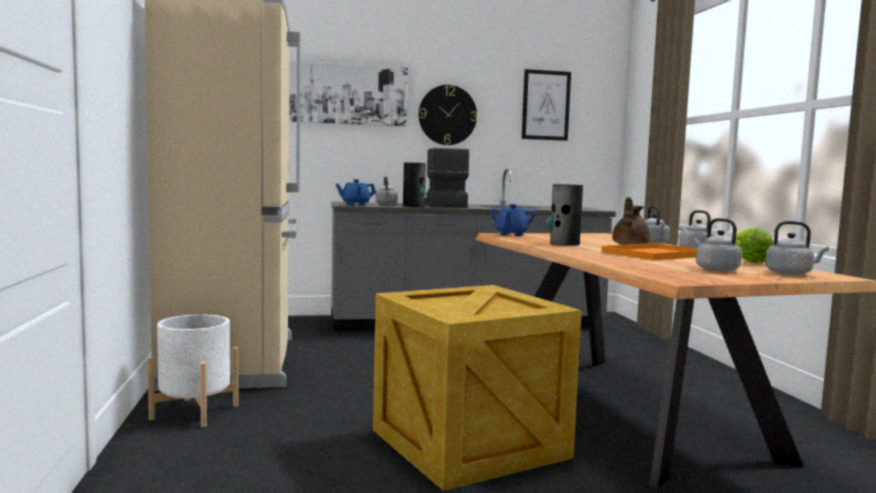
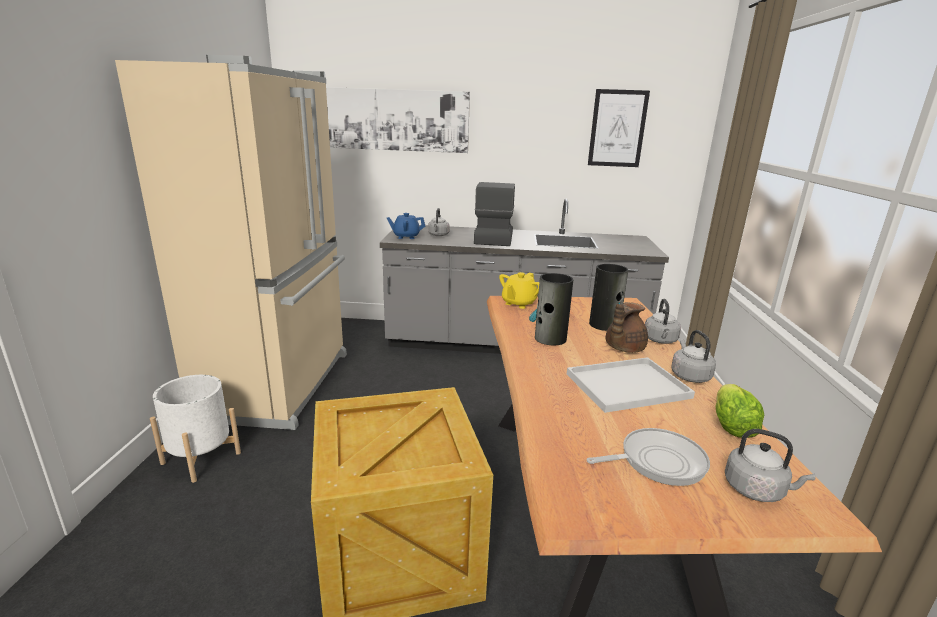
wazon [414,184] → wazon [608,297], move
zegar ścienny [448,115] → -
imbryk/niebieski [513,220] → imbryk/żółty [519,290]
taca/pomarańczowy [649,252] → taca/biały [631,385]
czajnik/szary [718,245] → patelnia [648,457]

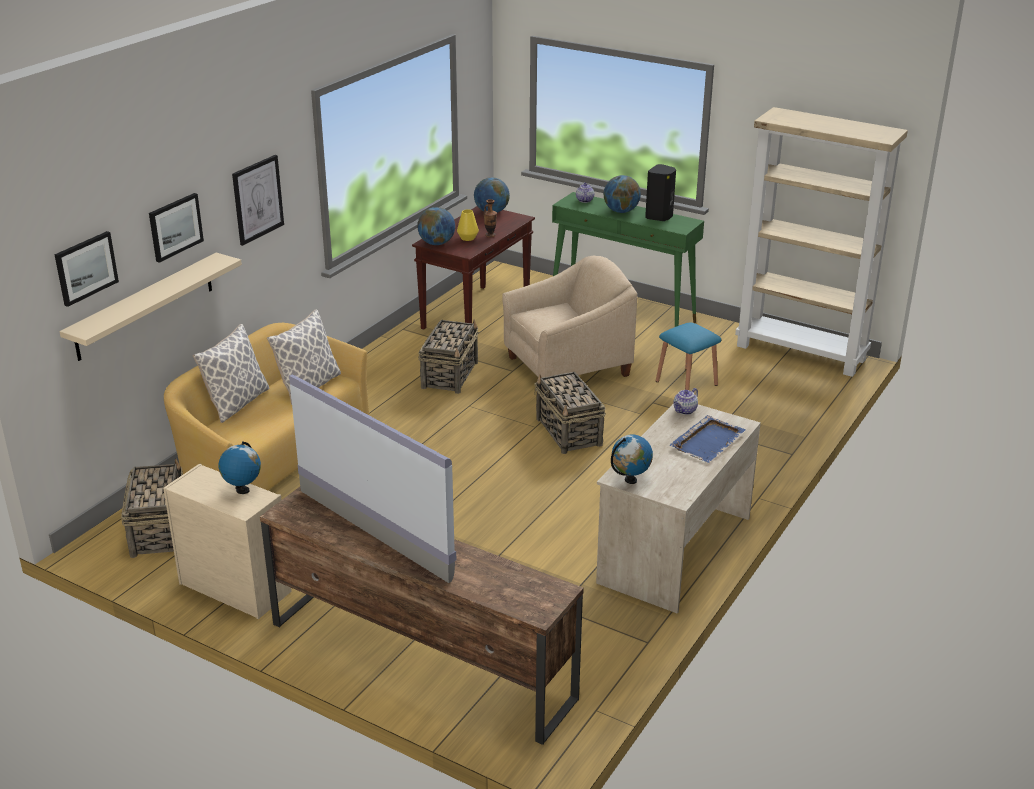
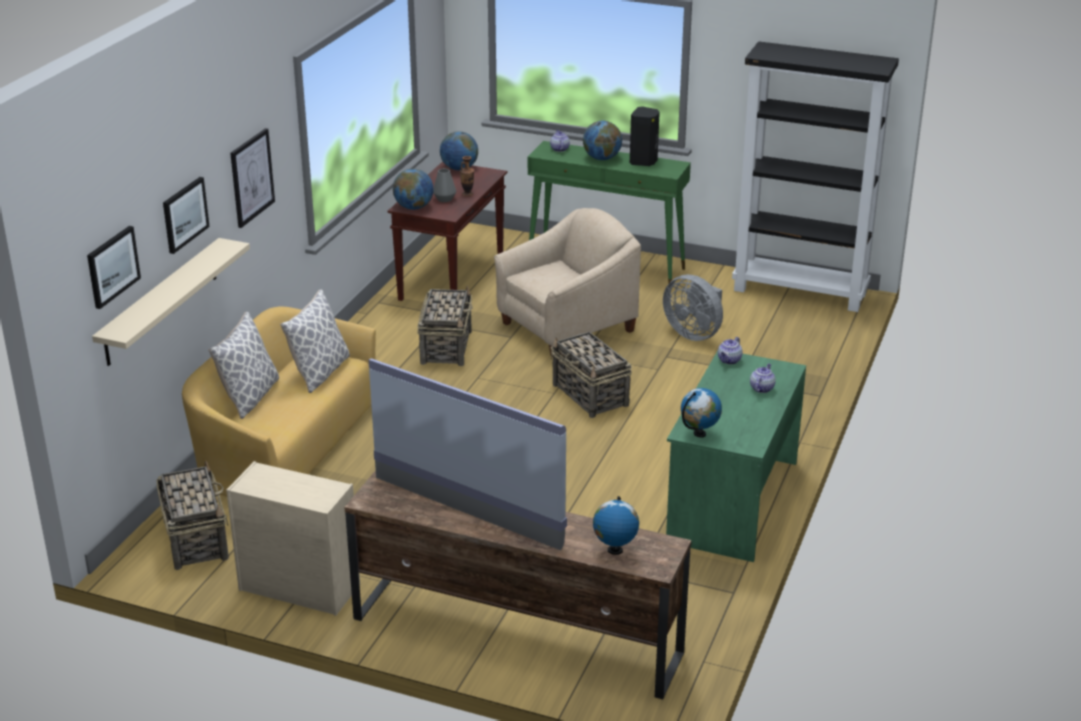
globus [239,467] → globus [616,525], move
wazon/żółty [468,225] → wazon/szary [444,185]
biurko/beżowy [678,508] → biurko/zielony [736,456]
stołek/niebieski [688,356] → wentylator/szary [693,308]
taca/niebieski [707,439] → imbryk [763,378]
regał/beżowy [821,242] → regał/czarny [815,176]

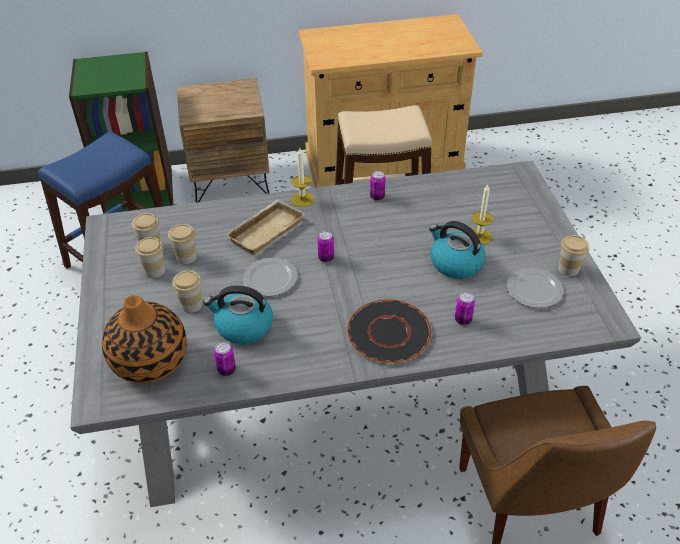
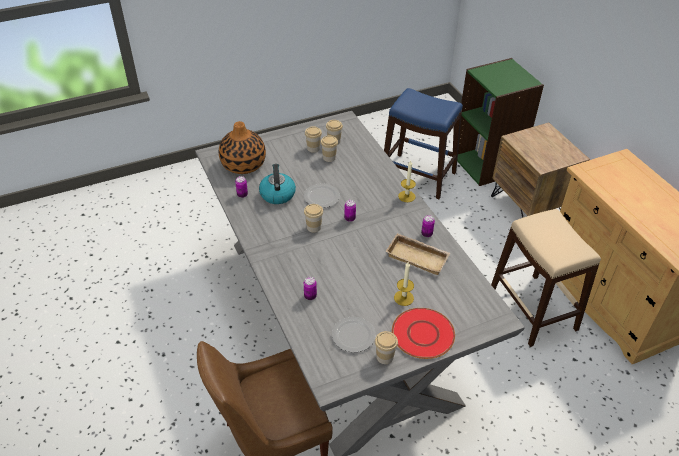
filiżanka [187,291] → filiżanka [313,218], move
taca/beżowy [264,227] → taca/beżowy [418,254], move
talerz/czarny [389,331] → -
czajnik [457,250] → -
- → talerz/czerwony [423,333]

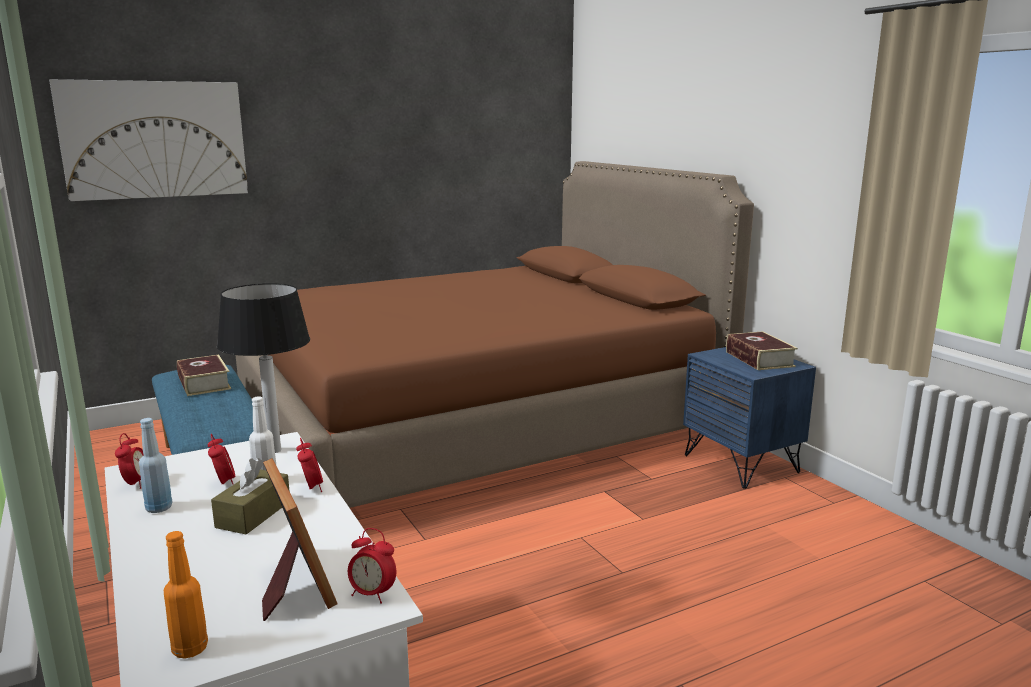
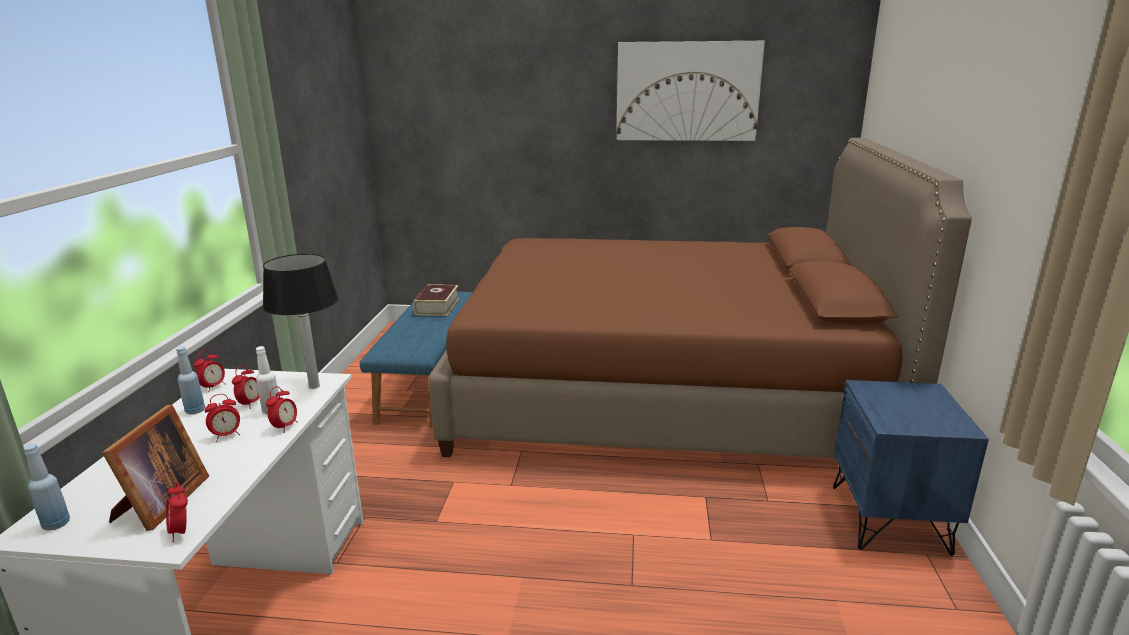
obraz [148,140] → obraz [690,91], move
butelka/pomarańczowy [186,594] → butelka/niebieski [46,487]
pudełko chusteczek/brązowy [250,496] → budzik [222,418]
książka [762,350] → -

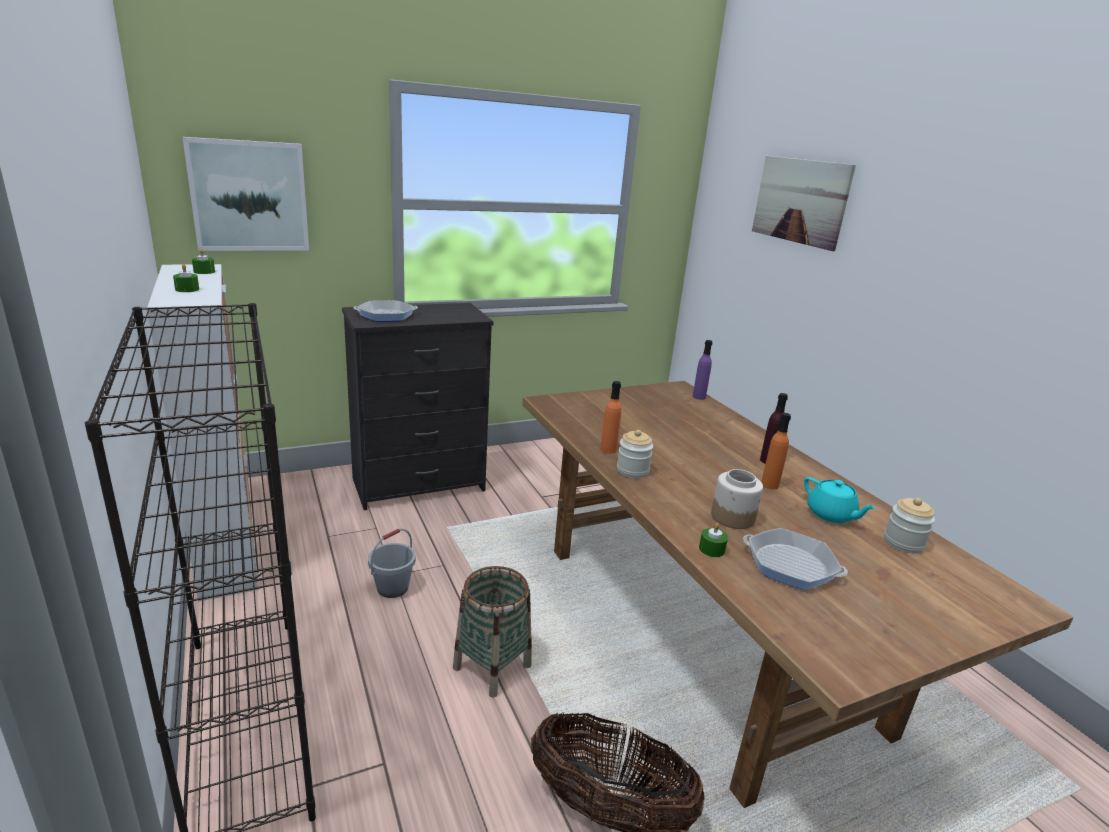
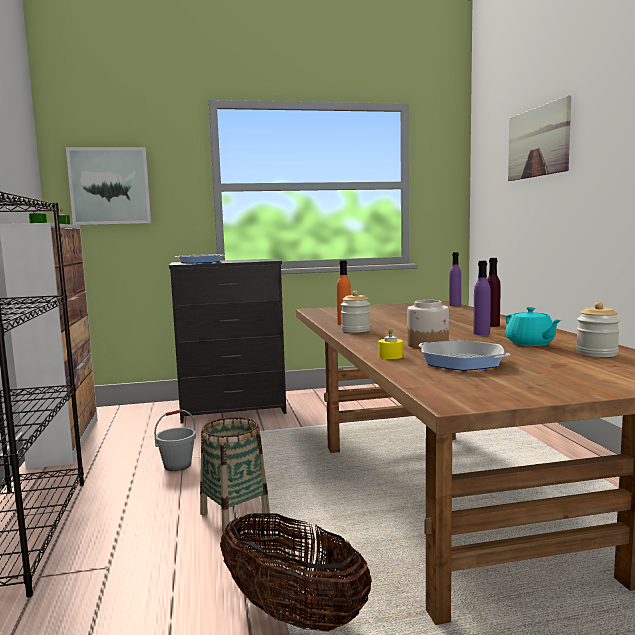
świeca/zielony [713,540] → świeca/żółty [391,343]
butelka/pomarańczowy [776,451] → butelka/fioletowy [482,298]

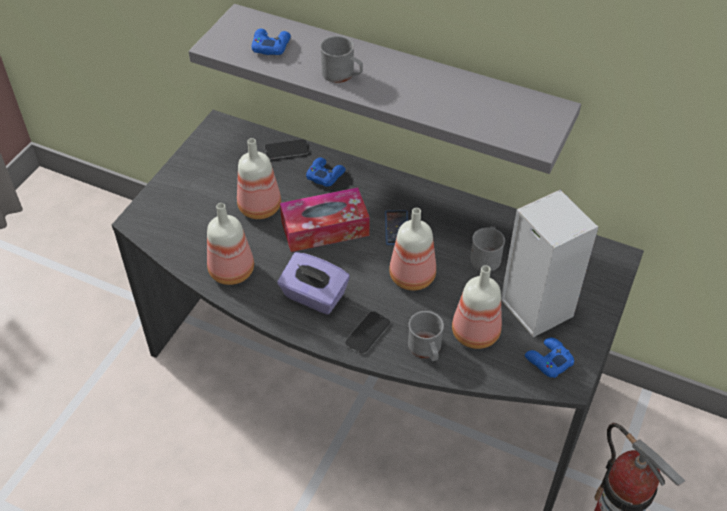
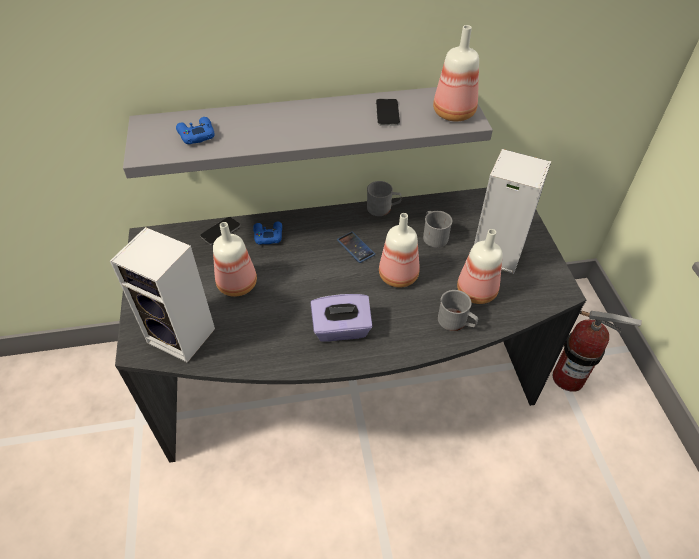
butelka [230,244] → butelka [456,73], move
pudełko chusteczek [325,219] → -
kubek/szary [341,59] → kubek/szary [384,198], move
telefon [368,332] → telefon [388,112], move
pad do gier/niebieski [549,358] → -
- → głośnik [162,295]

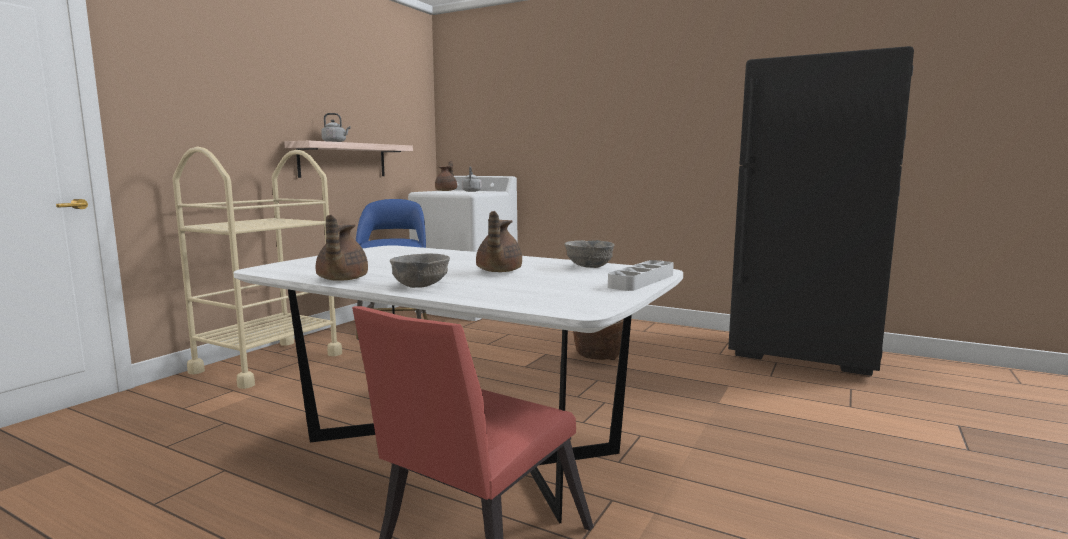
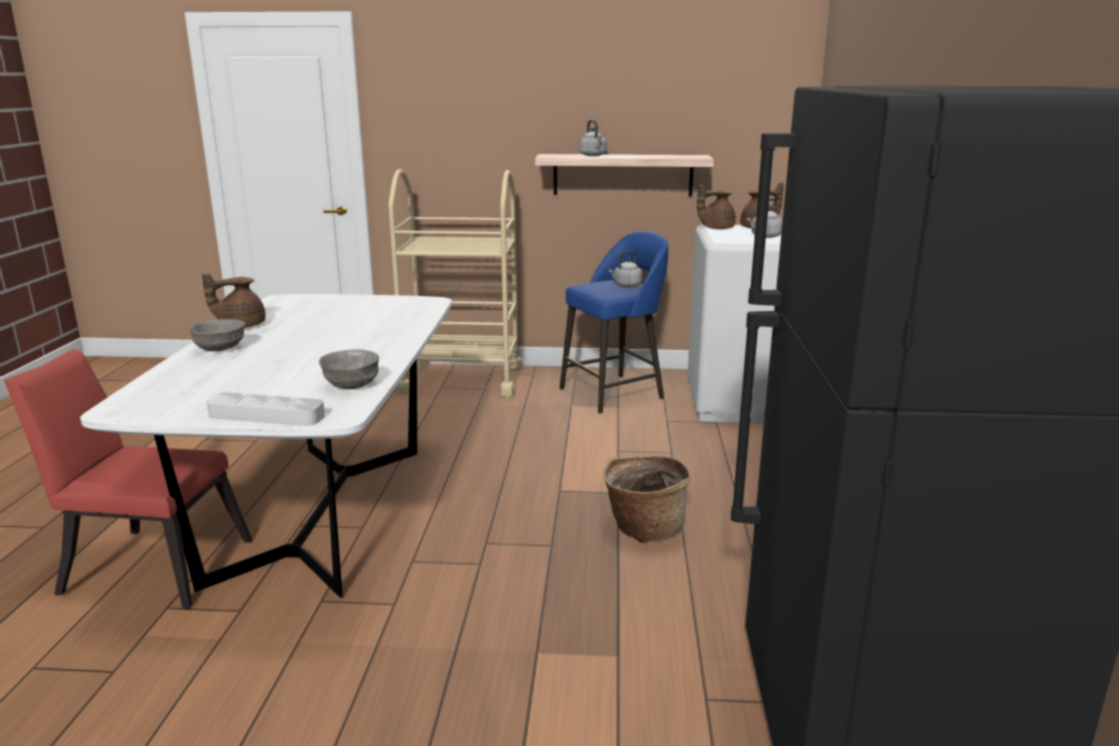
imbryk/brązowy [499,241] → imbryk/brązowy [716,206], move
- → czajnik/szary [625,268]

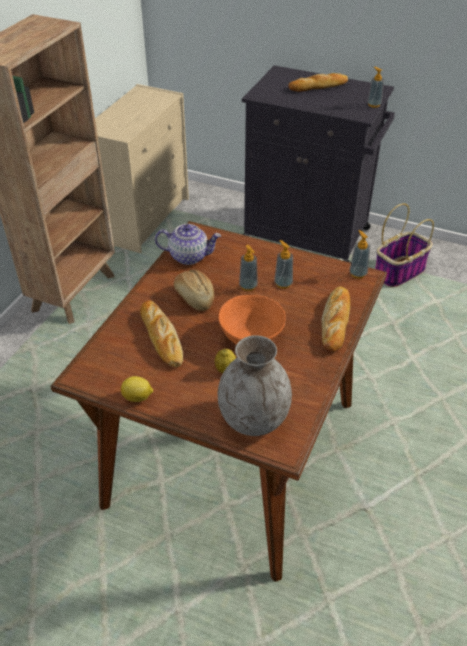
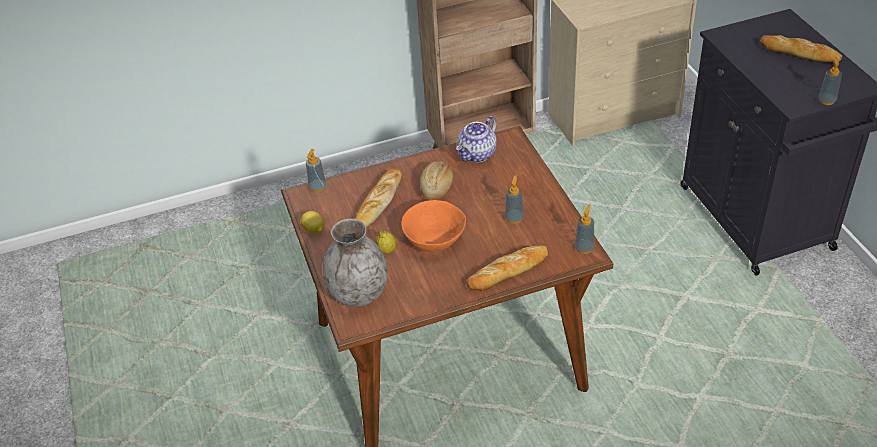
imbryk [188,244] → imbryk [476,139], 75 degrees clockwise
dozownik mydła [248,268] → dozownik mydła [316,170], move
koszyk [404,245] → -

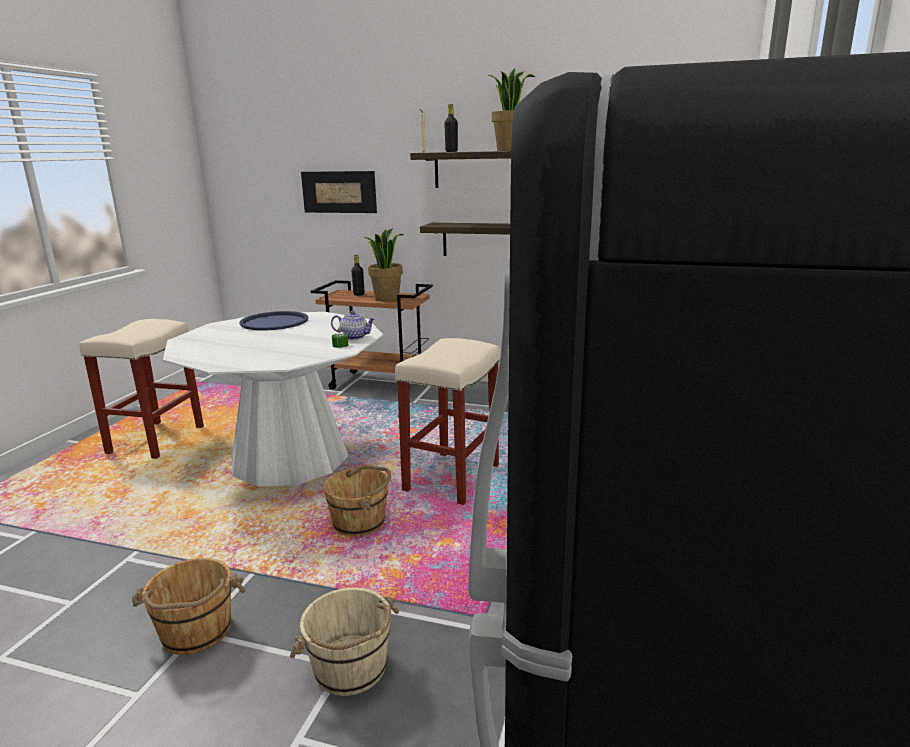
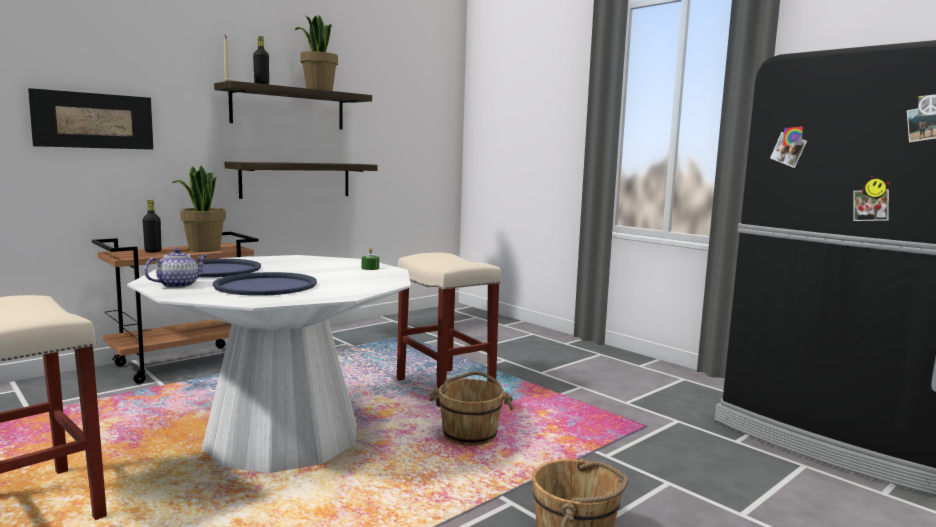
wiadro/beżowy [344,642] → -
imbryk [353,325] → imbryk [176,268], move
- → taca/niebieski [265,284]

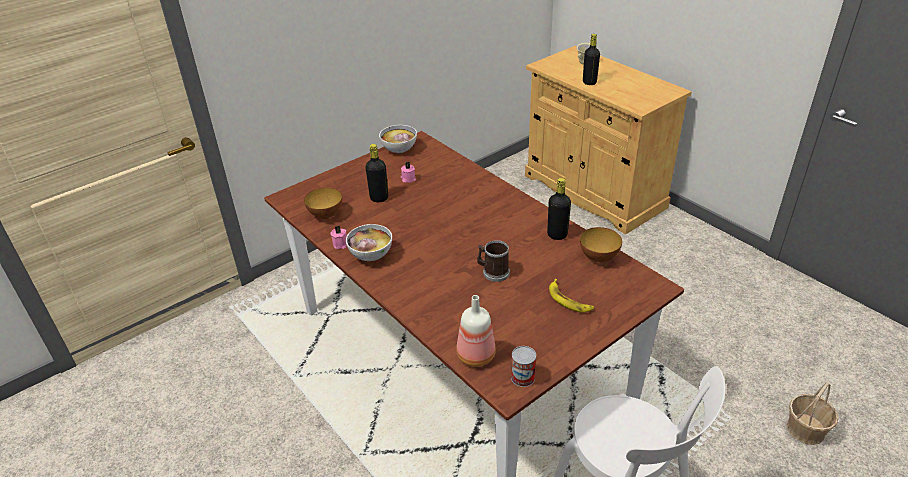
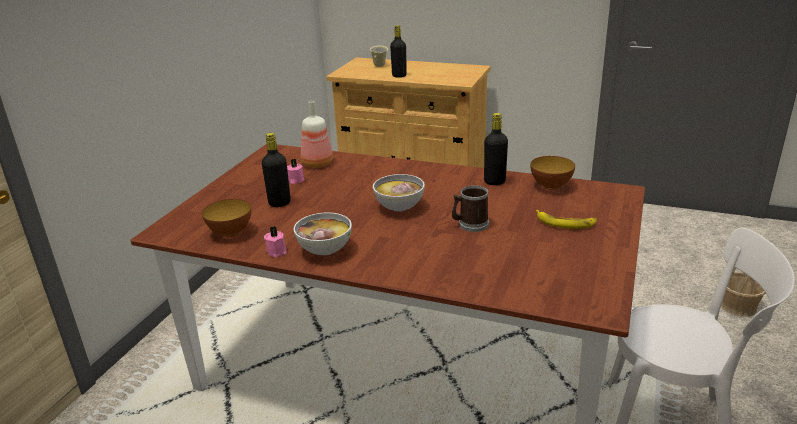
miska [398,139] → miska [399,193], move
butelka [476,331] → butelka [317,134], move
puszka [523,366] → -

